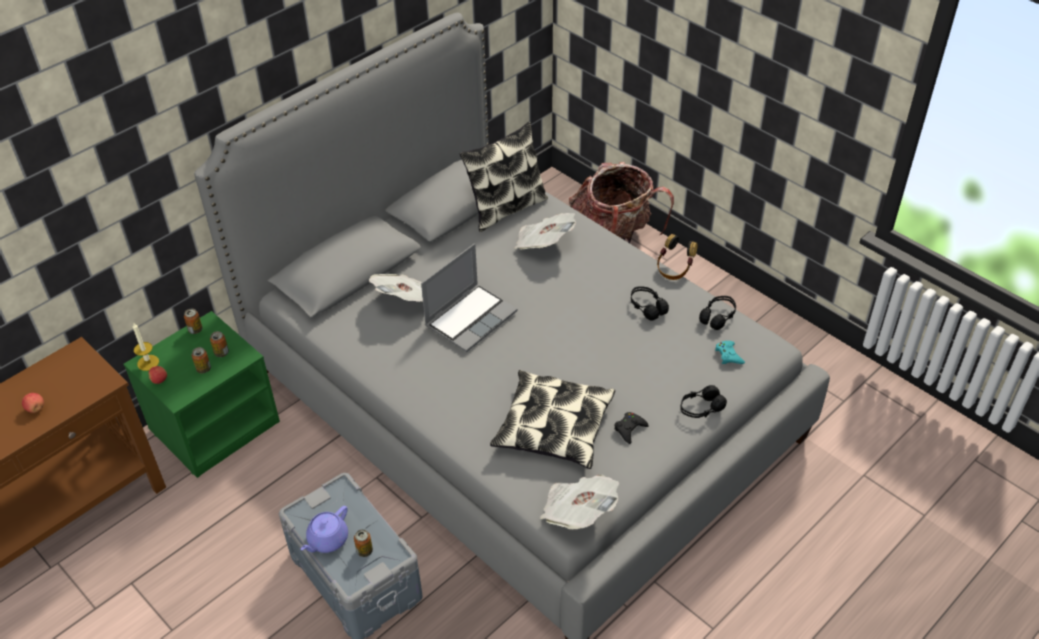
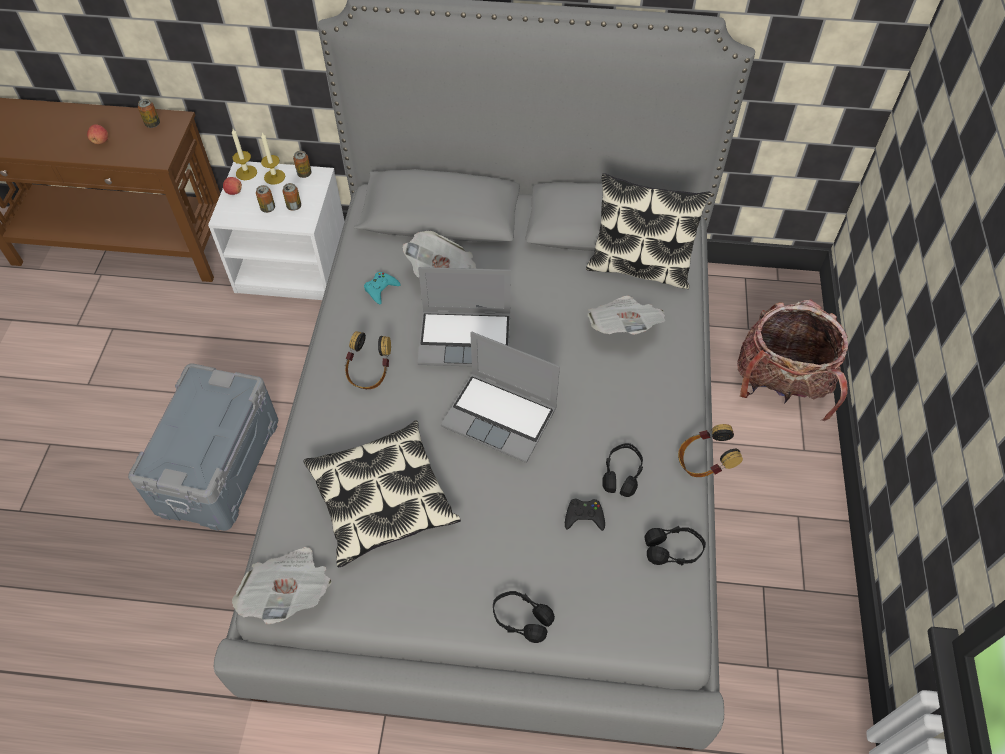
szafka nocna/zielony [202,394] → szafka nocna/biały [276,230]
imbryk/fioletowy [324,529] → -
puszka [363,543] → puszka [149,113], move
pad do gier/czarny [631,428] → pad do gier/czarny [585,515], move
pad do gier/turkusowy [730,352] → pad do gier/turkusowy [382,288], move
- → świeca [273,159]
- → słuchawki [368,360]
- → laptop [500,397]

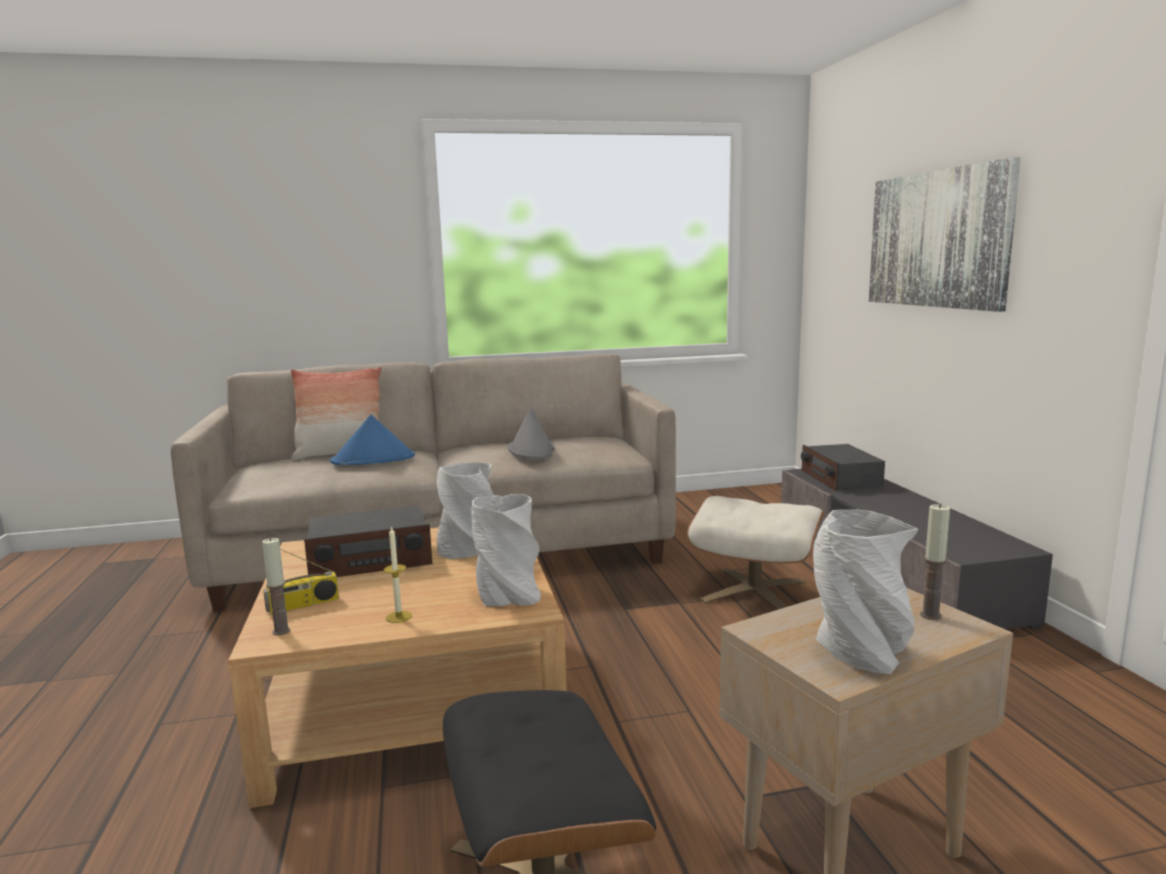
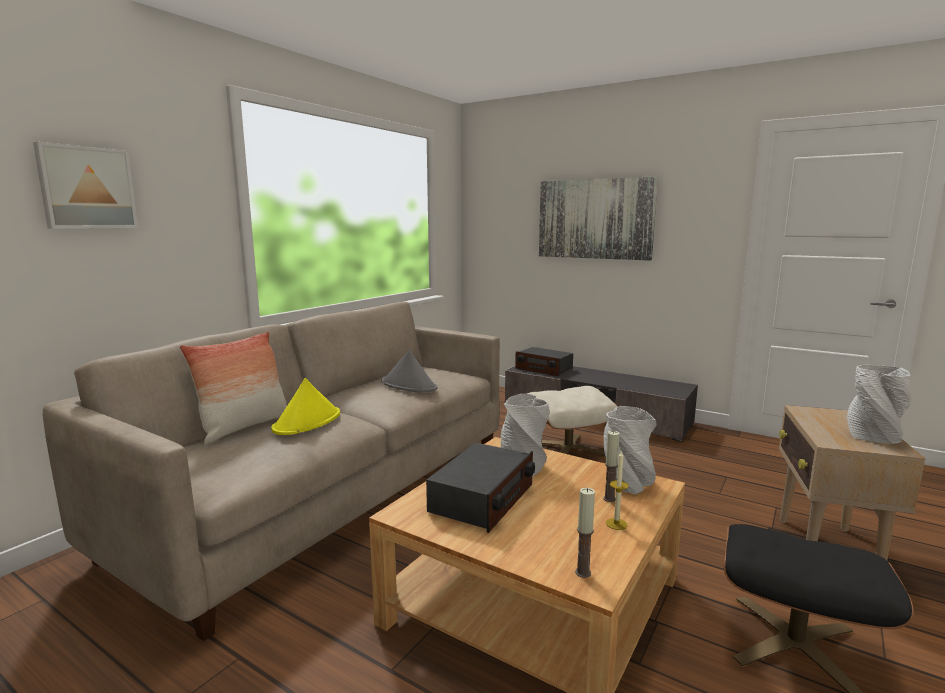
radio [301,582] → -
kapelusz/niebieski [372,440] → kapelusz/żółty [305,406]
świeca [935,562] → świeca [611,466], move
- → obraz [85,185]

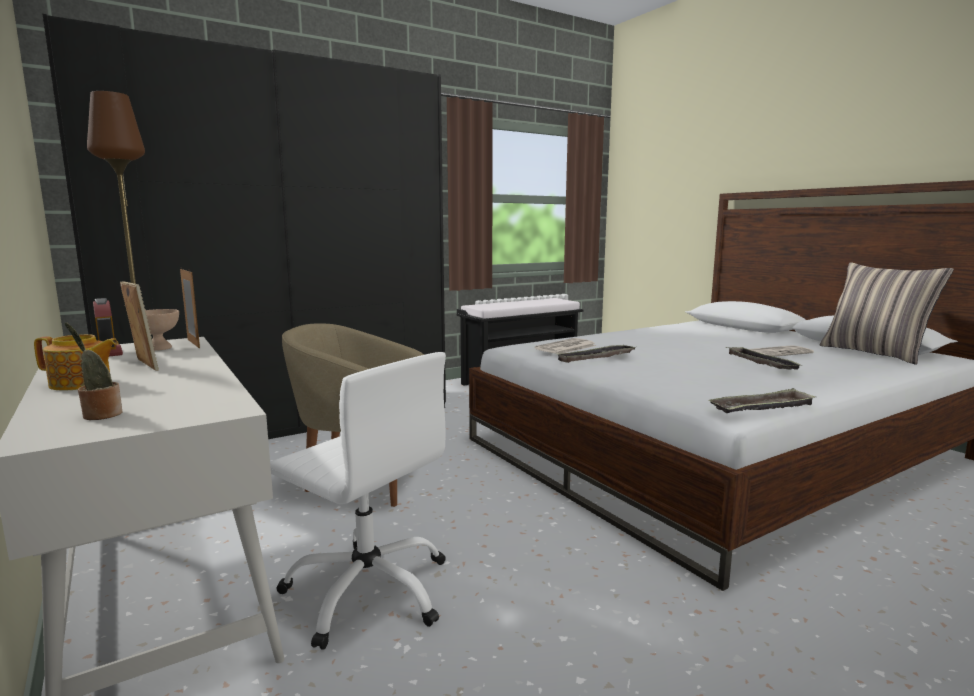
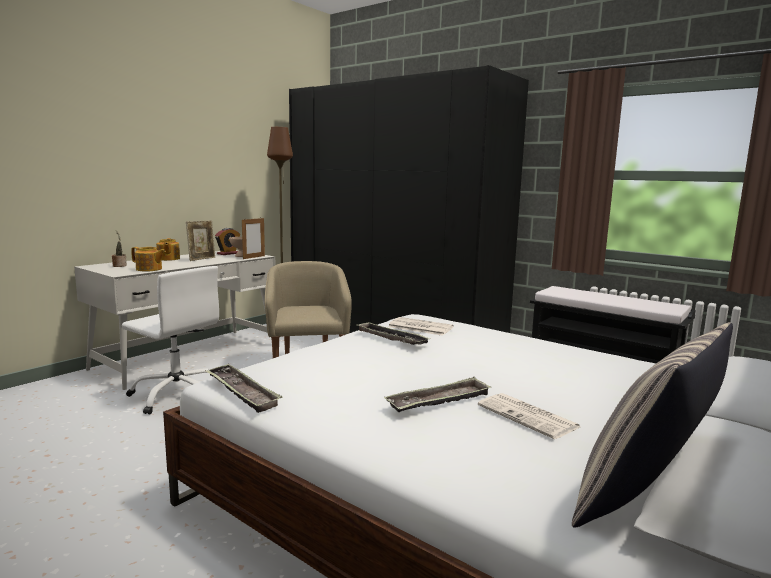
krzesło biurowe/biały [358,501] → krzesło biurowe/biały [170,340], 75 degrees counterclockwise
- → imbryk [148,259]

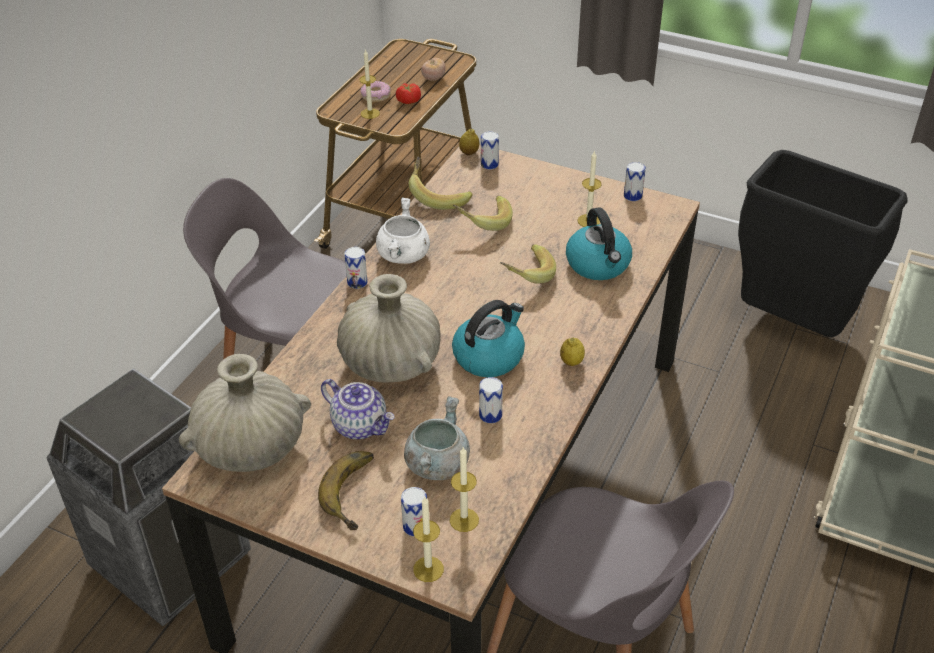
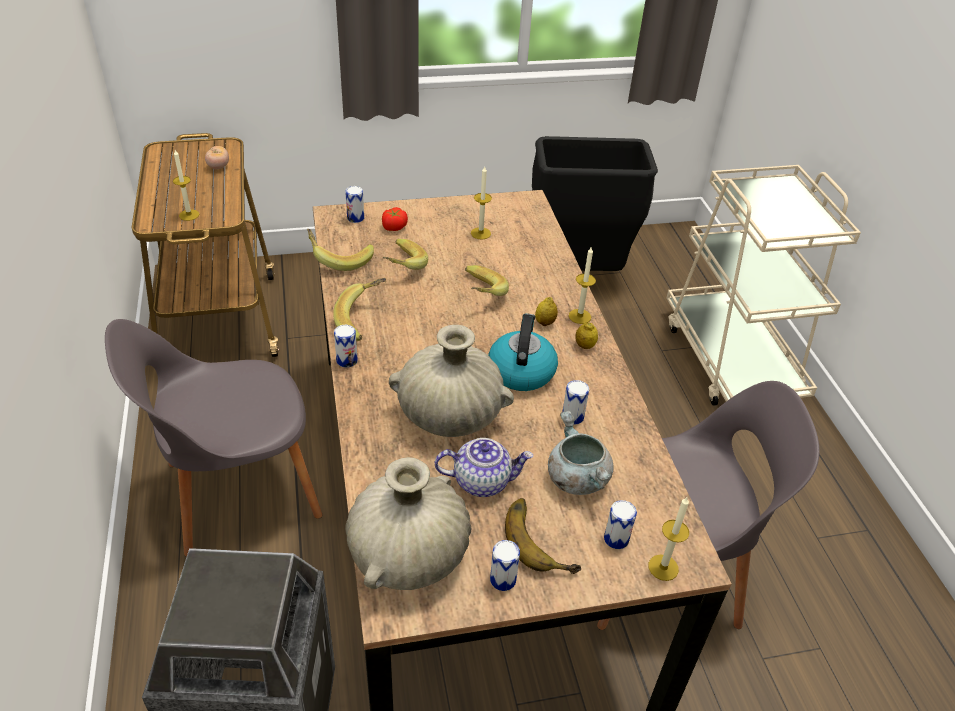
donut [376,91] → -
garnek/biały [403,230] → banan [359,309]
pomidor [408,93] → pomidor [395,219], move
świeca [464,489] → świeca [582,285], move
cytryna [469,142] → cytryna [546,311], move
czajnik [599,243] → -
puszka [635,181] → puszka [505,565], move

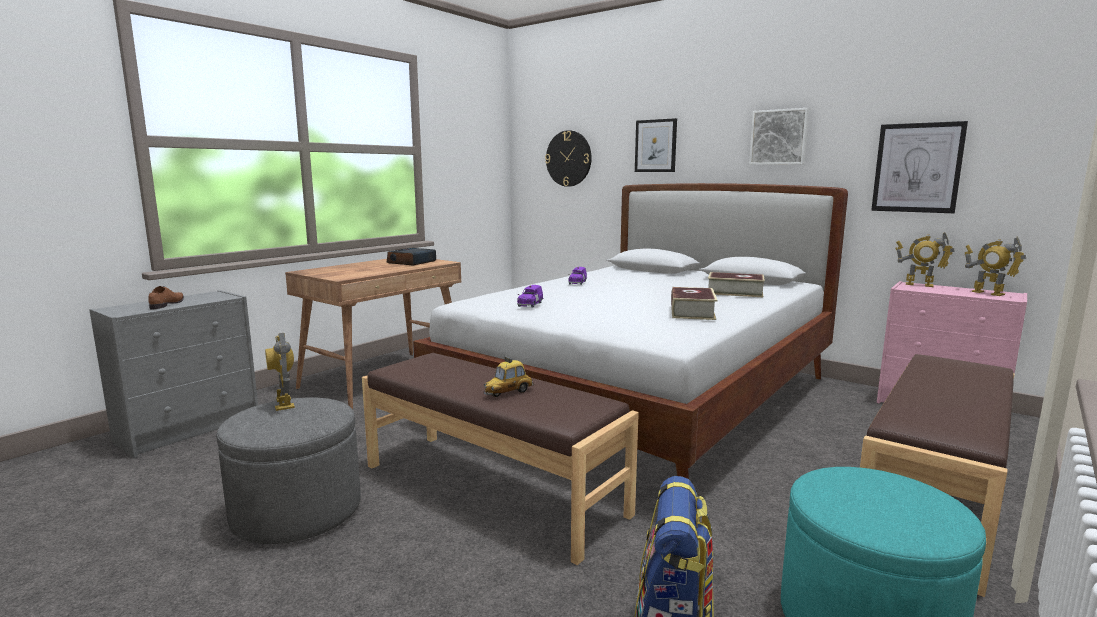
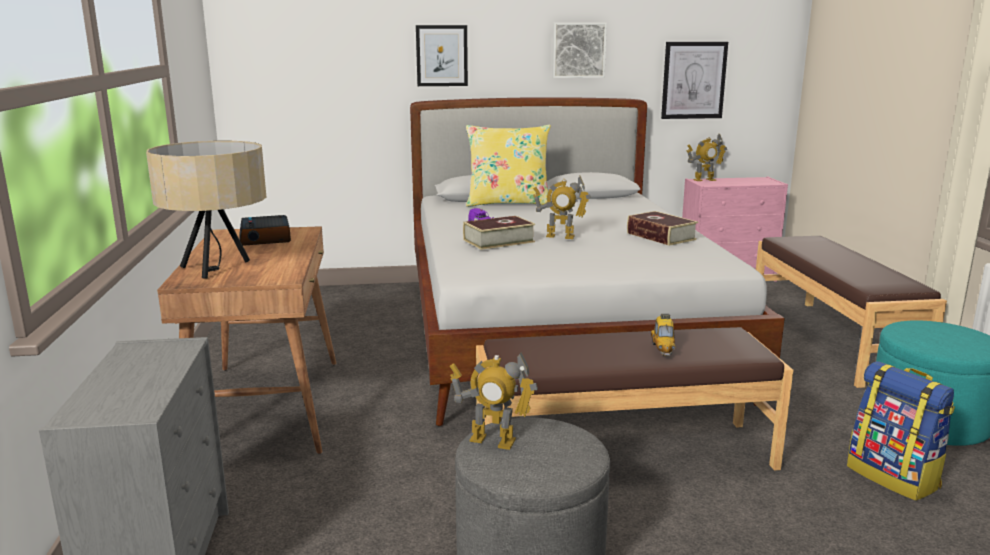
but/brązowy [166,297] → -
samochodzik/fioletowy [530,296] → -
zegar ścienny [568,158] → -
książka [736,284] → książka [499,233], move
robot zabawkowy [995,266] → robot zabawkowy [562,207], move
- → lampa stołowa/beżowy [206,209]
- → poduszka/żółty [508,166]

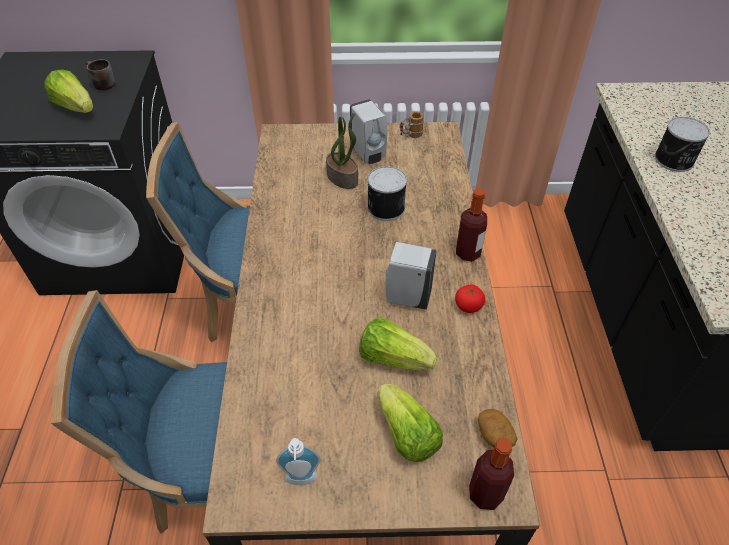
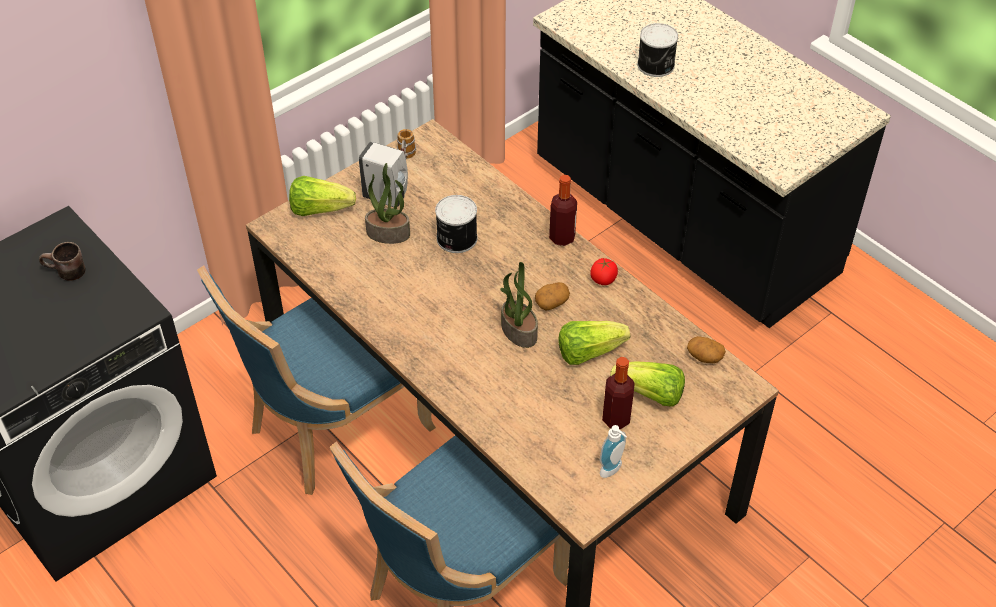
sałata [68,91] → sałata [322,196], move
dozownik mydła/biały [411,276] → ziemniak [552,296]
butelka [491,474] → butelka [618,393], move
- → roślina doniczkowa [519,305]

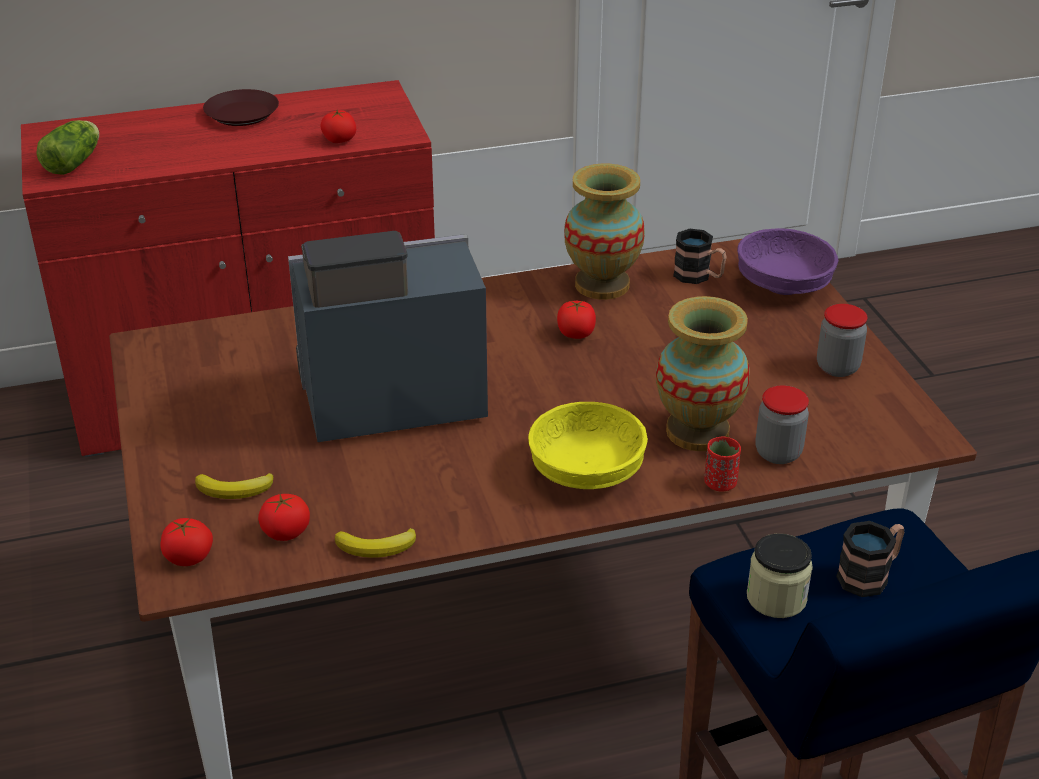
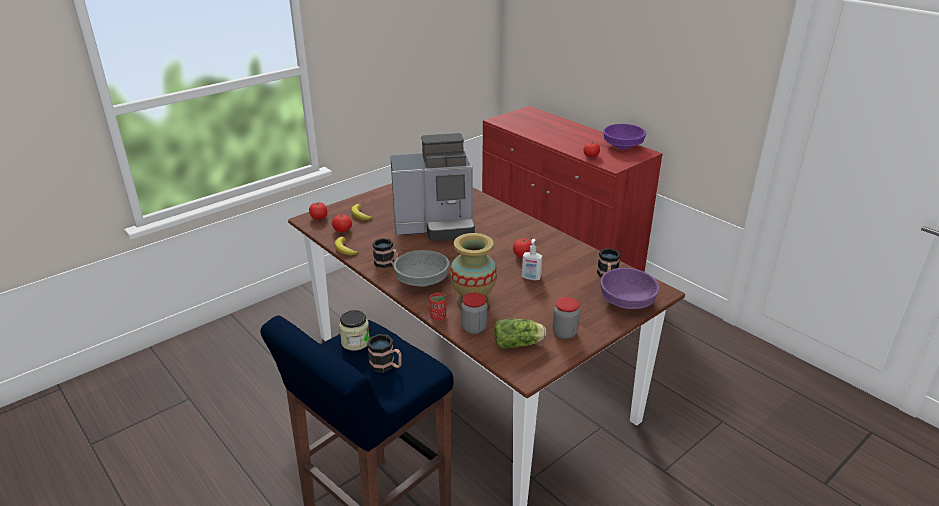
sałata [67,147] → sałata [520,333], move
talerz/brązowy [241,107] → -
ekspres do kawy [388,336] → ekspres do kawy [432,187], 120 degrees clockwise
miska/żółty [588,445] → miska/szary [421,268]
wazon [604,232] → -
- → kubek [385,253]
- → dozownik mydła [532,260]
- → miska/fioletowy [624,136]

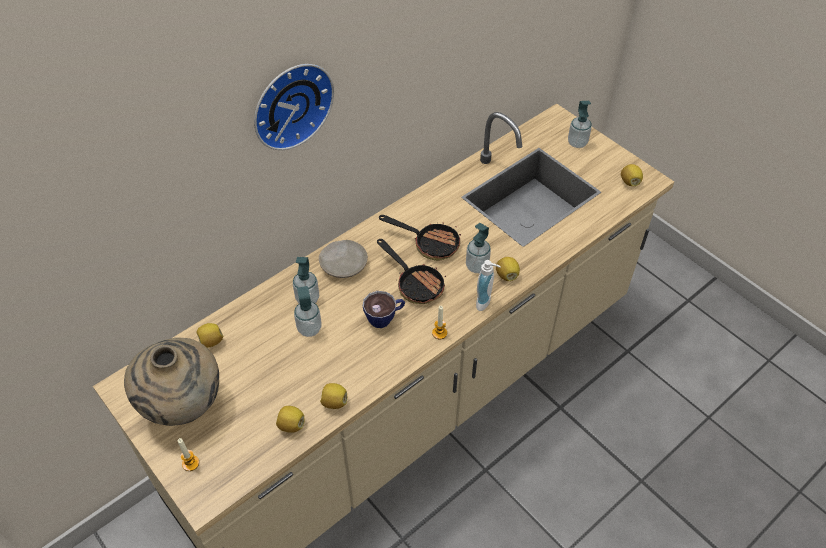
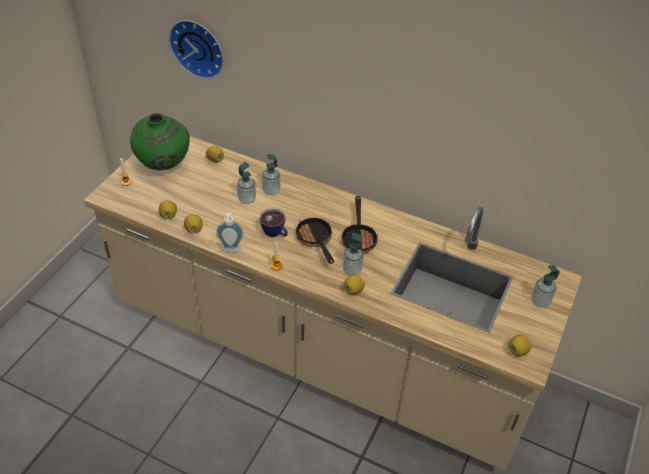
wazon/beżowy [171,382] → wazon/zielony [160,141]
zegar ścienny [294,107] → zegar ścienny [196,49], move
talerz/beżowy [343,259] → -
patelnia [411,271] → patelnia [314,240], 135 degrees clockwise
dozownik mydła [488,285] → dozownik mydła [229,233], move

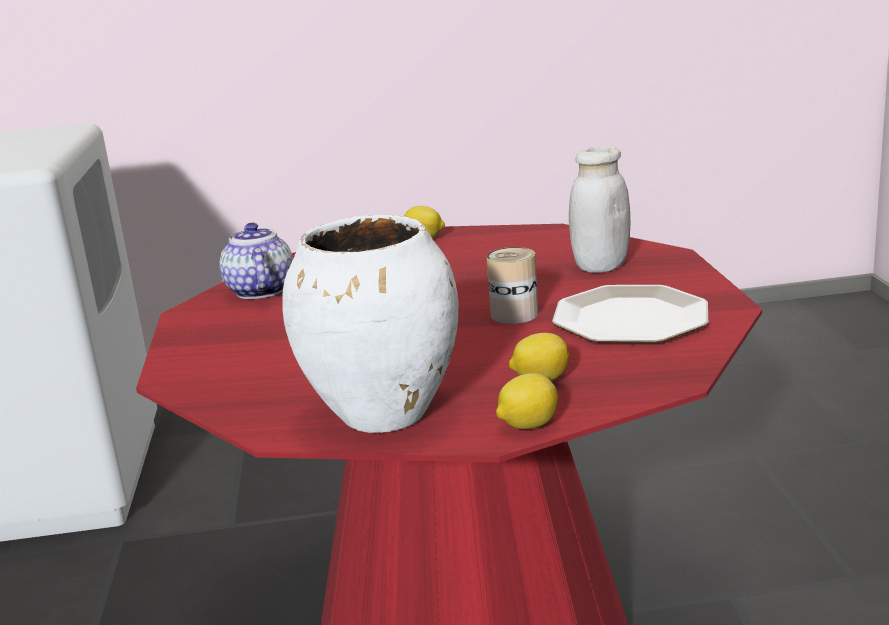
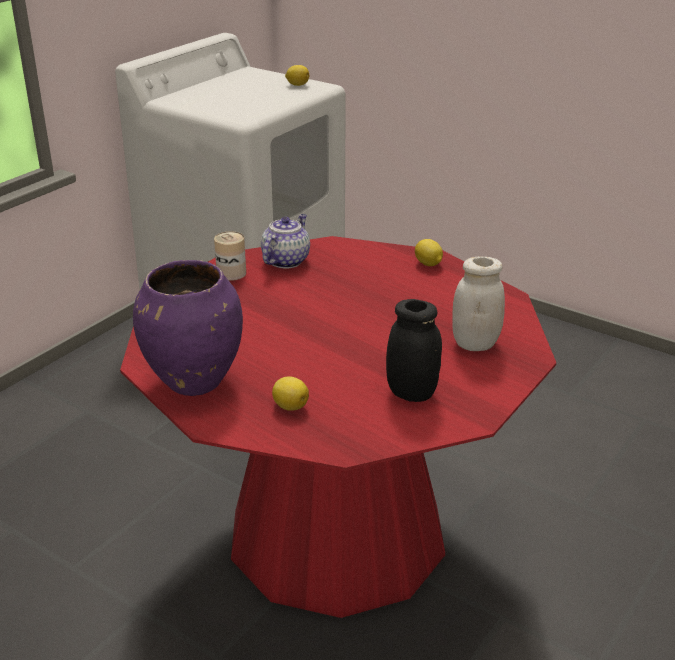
wazon/biały [370,324] → wazon/fioletowy [188,328]
puszka [512,285] → puszka [230,256], move
cytryna [527,401] → cytryna [297,75], move
talerz [630,314] → słoik/czarny [414,350]

